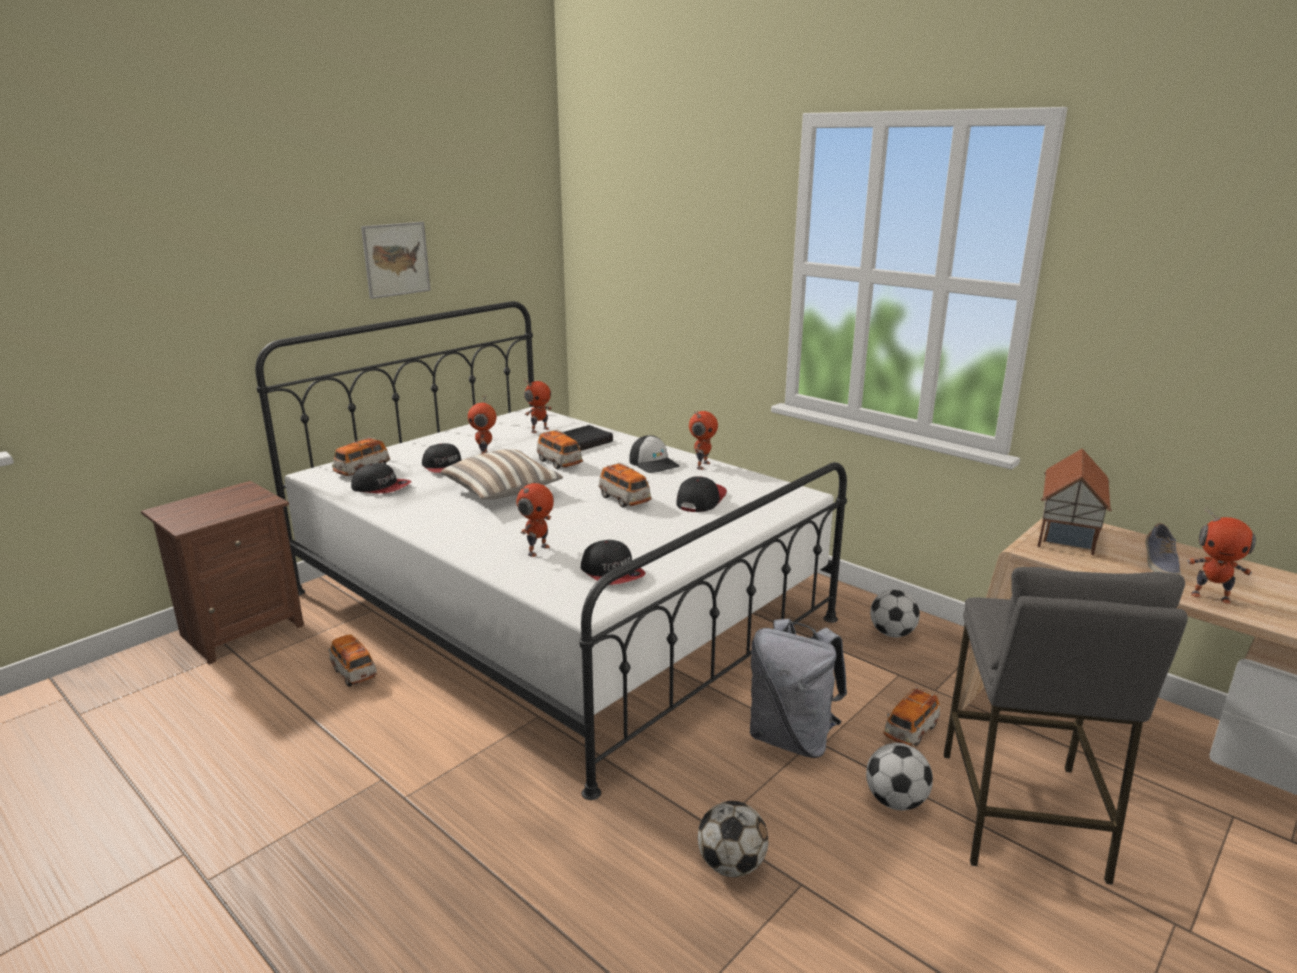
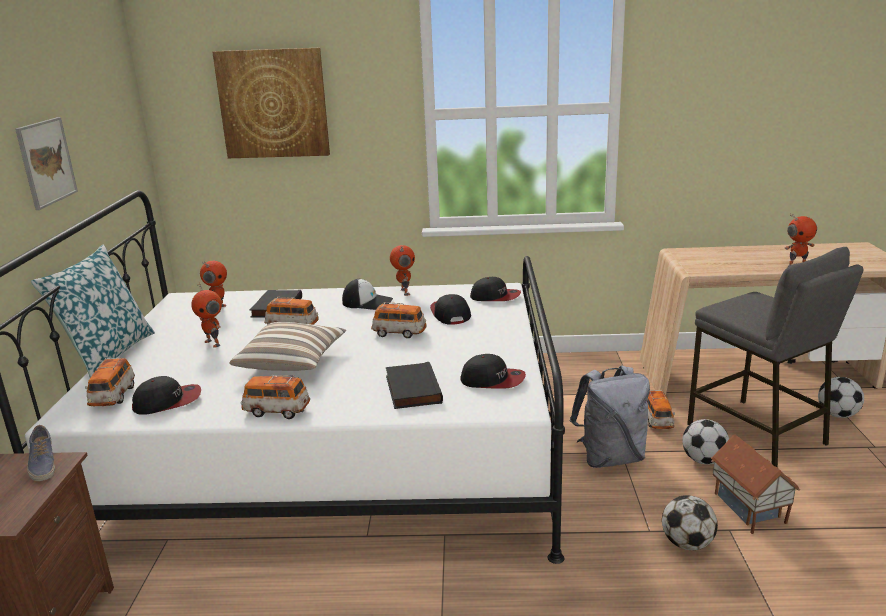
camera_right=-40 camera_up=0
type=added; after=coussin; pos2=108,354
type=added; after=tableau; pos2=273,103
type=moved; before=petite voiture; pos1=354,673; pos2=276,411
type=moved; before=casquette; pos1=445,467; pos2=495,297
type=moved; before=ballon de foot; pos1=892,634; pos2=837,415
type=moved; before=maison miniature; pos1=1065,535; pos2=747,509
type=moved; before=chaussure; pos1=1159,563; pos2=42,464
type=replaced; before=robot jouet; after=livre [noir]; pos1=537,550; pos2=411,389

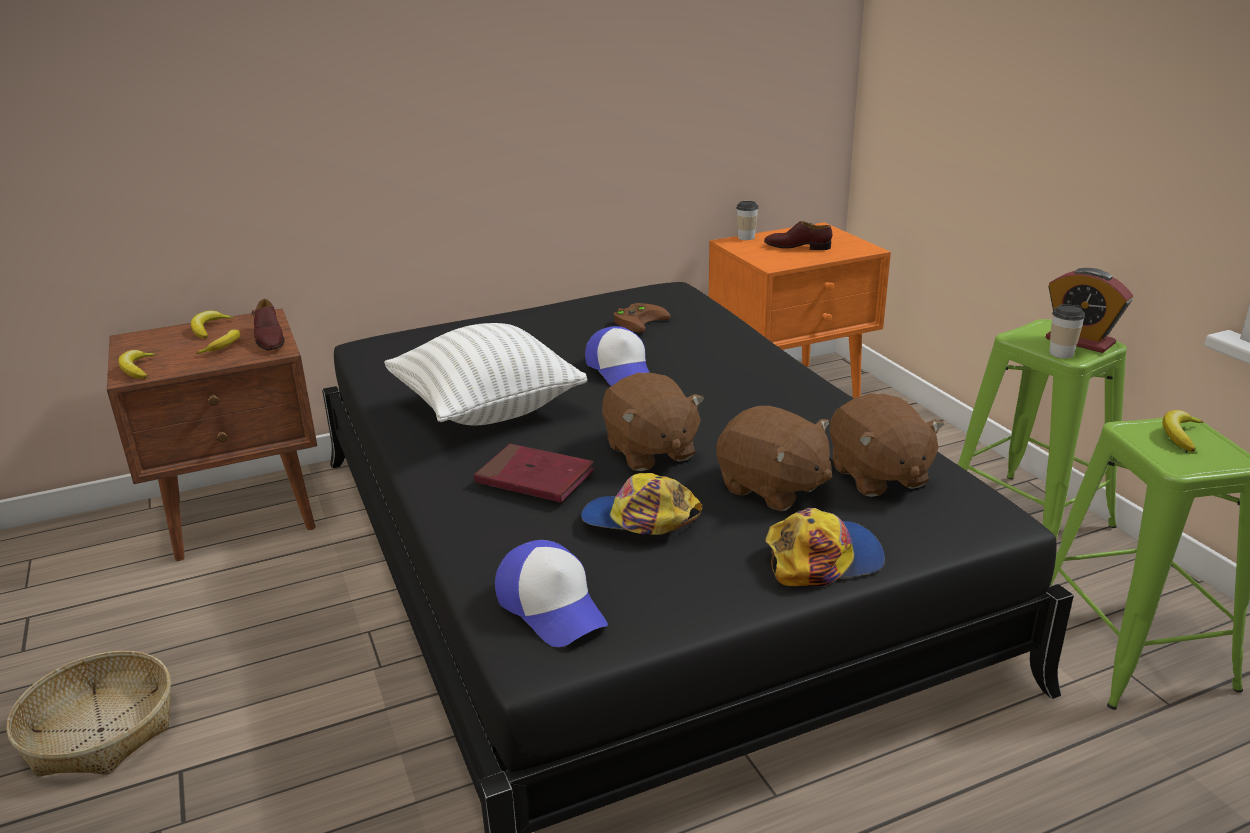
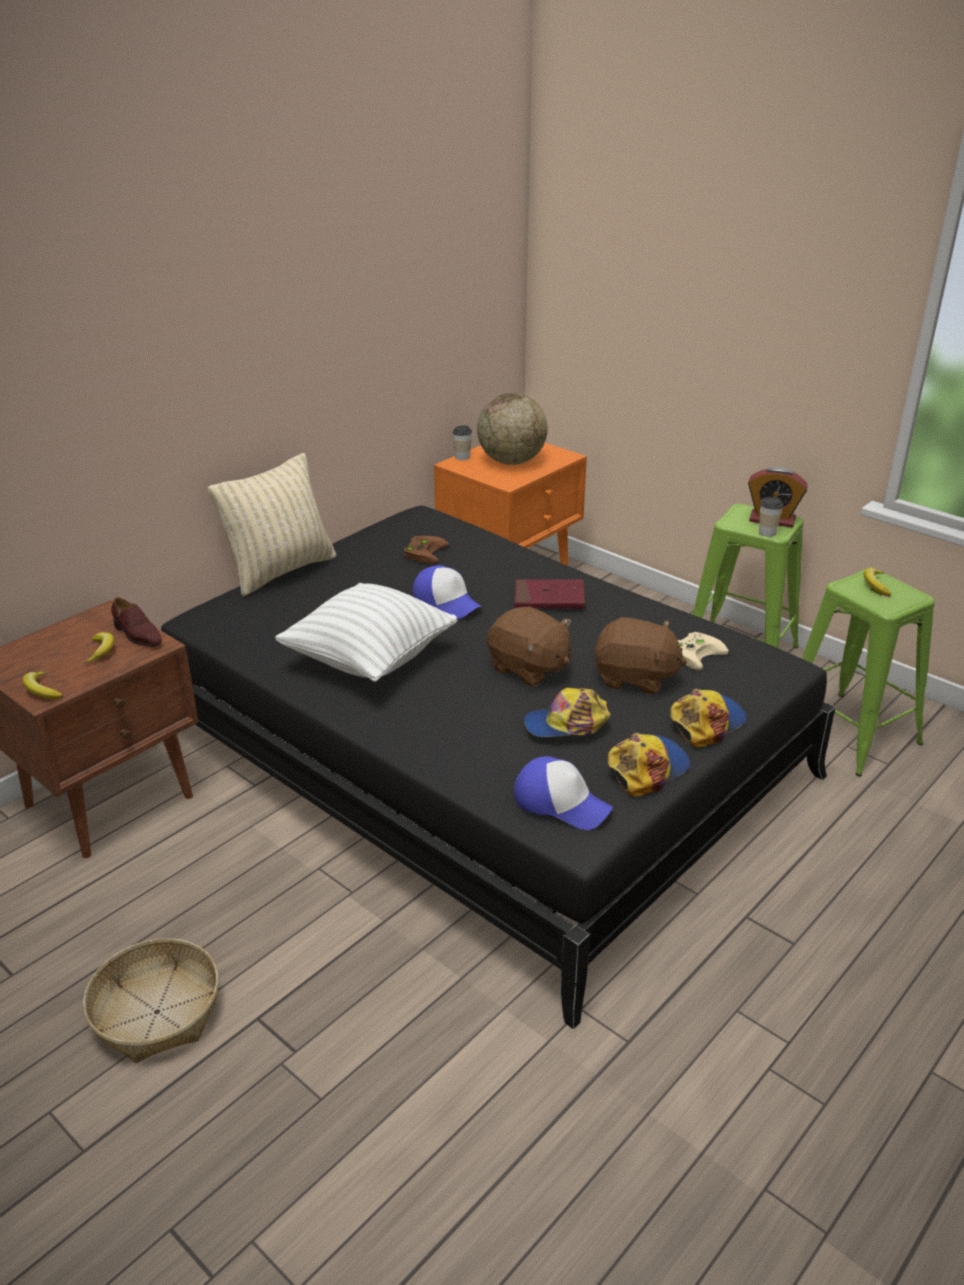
camera_right=-25 camera_up=5
type=removed; before=banane; pos1=209,329
type=added; after=coussin [beige]; pos2=281,571
type=added; after=casquette; pos2=647,768
type=moved; before=livre [rouge]; pos1=535,478; pos2=549,598
type=replaced; before=chaussure [marron]; after=globe; pos1=797,247; pos2=511,461
type=replaced; before=peluche [marron]; after=manette [beige]; pos1=878,476; pos2=696,652

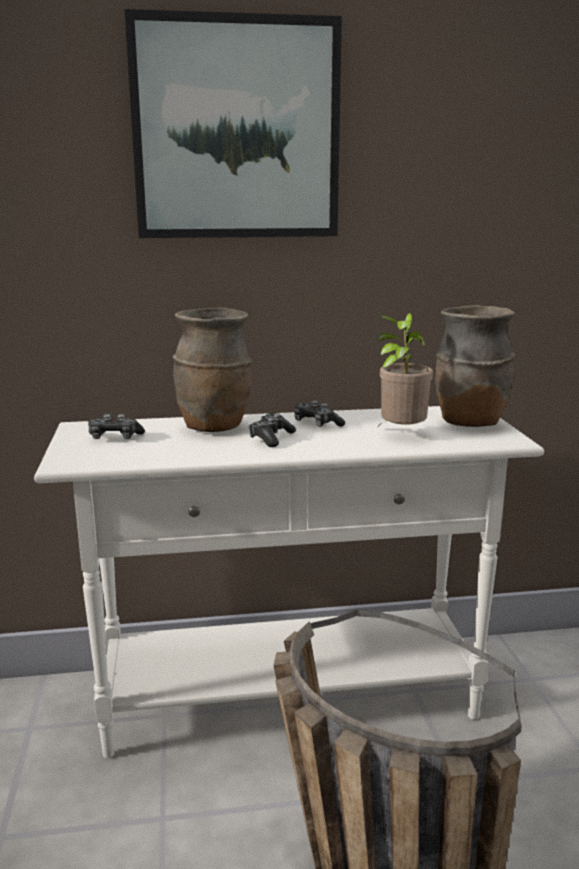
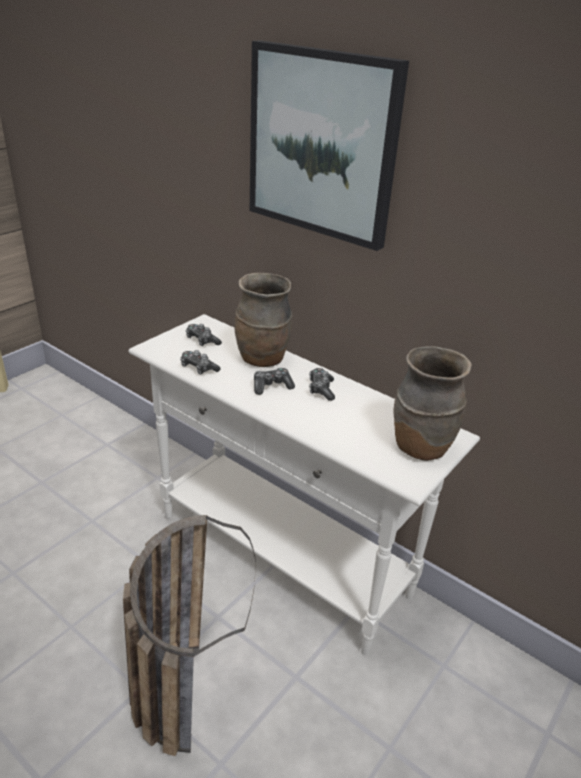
camera_right=45 camera_up=15
type=removed; before=plante en pot; pos1=400,434
type=added; after=manette; pos2=198,368

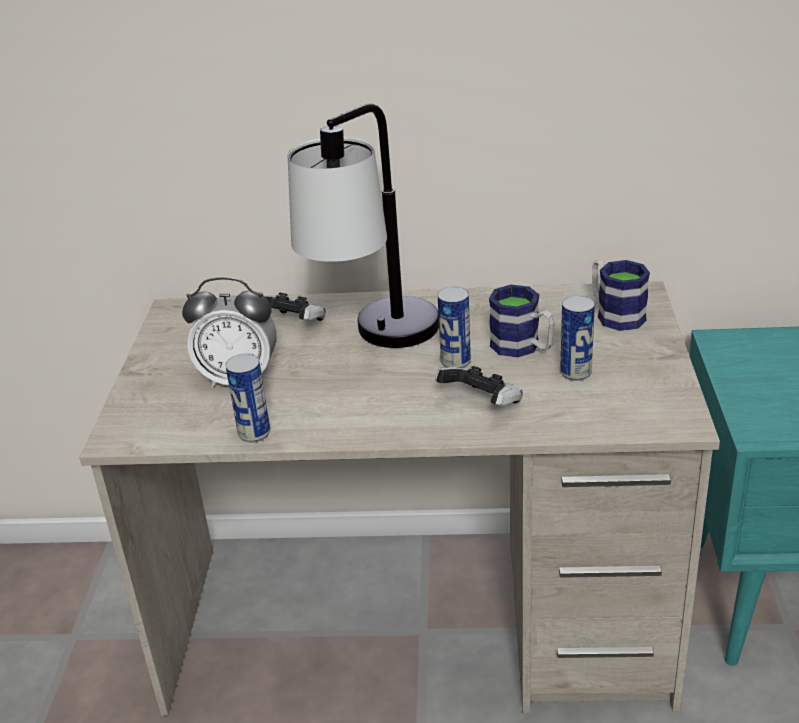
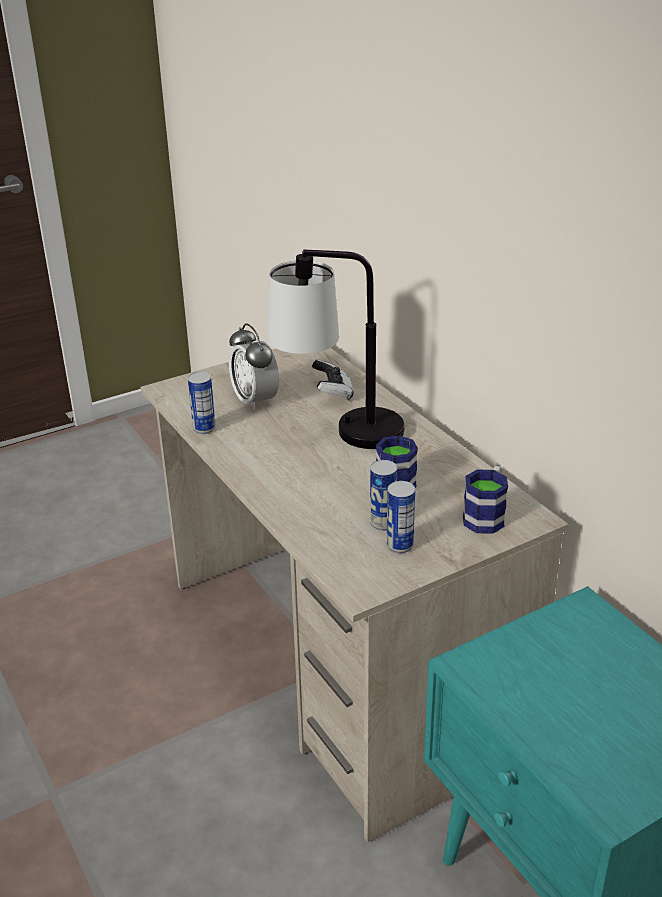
camera_right=55 camera_up=0
type=removed; before=manette; pos1=482,404
type=moved; before=boîte métallique; pos1=455,362; pos2=400,546

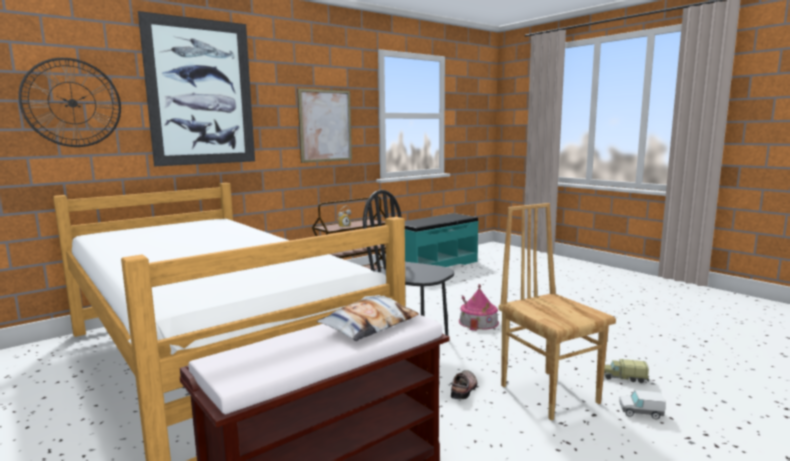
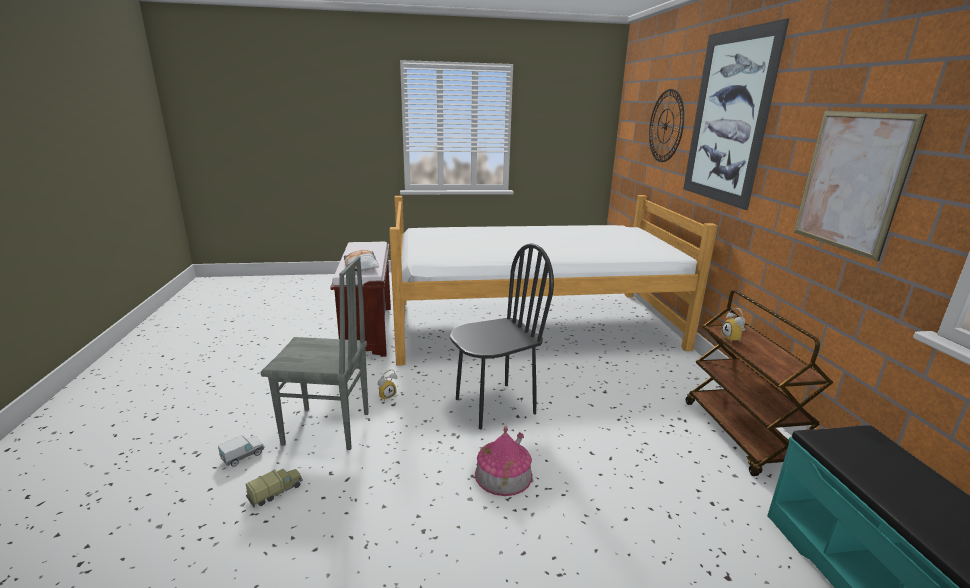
camera_right=120 camera_up=10
type=replaced; before=chaussure; after=réveil; pos1=464,389; pos2=387,395
type=recoloured; before=chaise [marron]; after=chaise [gris]; pos1=549,393; pos2=327,429

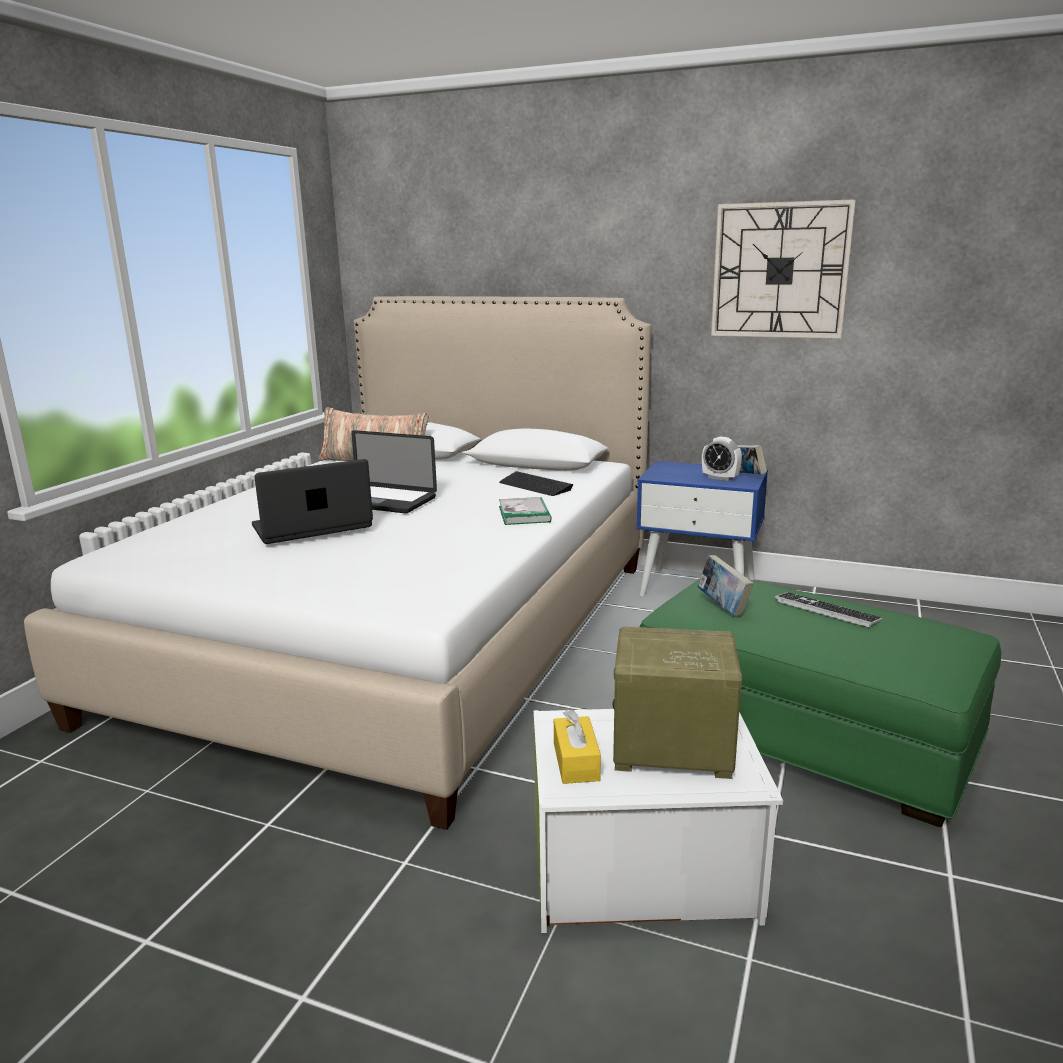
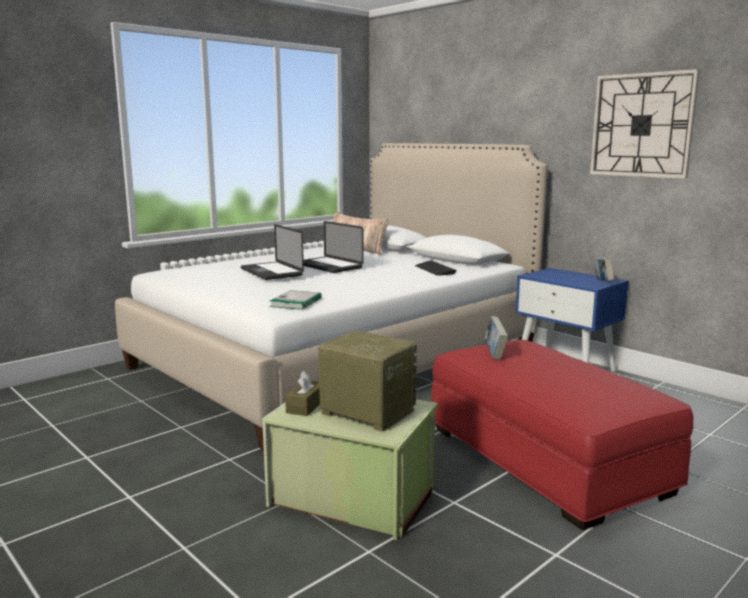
camera_right=25 camera_up=-5
type=removed; before=réveil; pos1=720,478
type=removed; before=clavier; pos1=826,611
type=moved; before=livre; pos1=524,514; pos2=296,302
type=recoloured; before=boîte de rangement [blanc]; after=boîte de rangement [vert]; pos1=643,872; pos2=352,497
type=recoloured; before=boîte à mouchoirs [jaune]; after=boîte à mouchoirs [marron]; pos1=576,761; pos2=306,406
type=recoloured; before=pouf [vert]; after=pouf [rouge]; pos1=804,732; pos2=545,459
type=turned; before=ordinateur portable; pos1=312,527; pos2=271,272; turn=-120

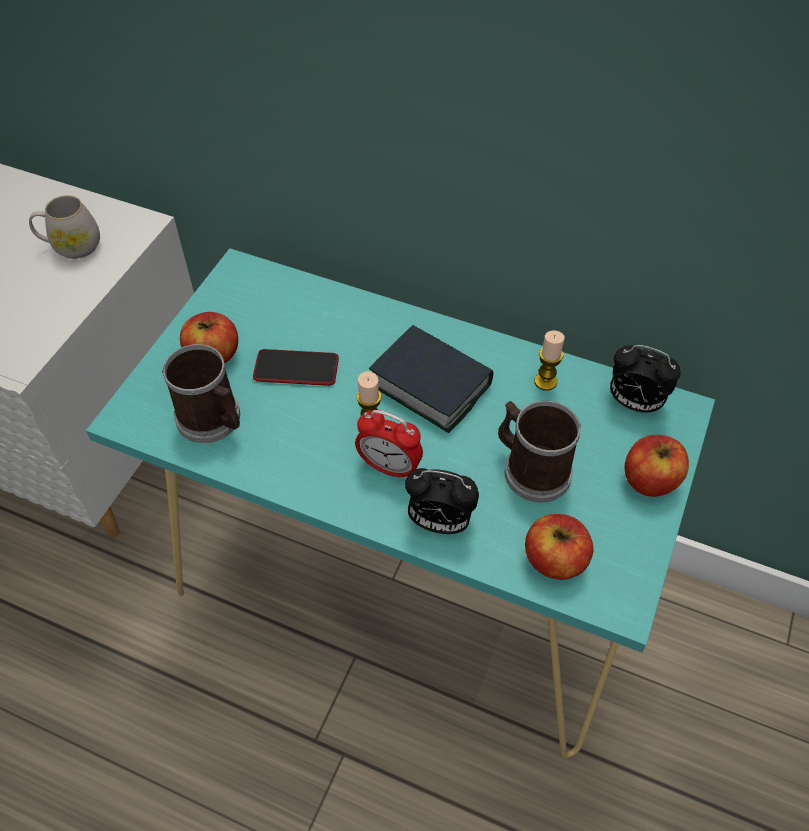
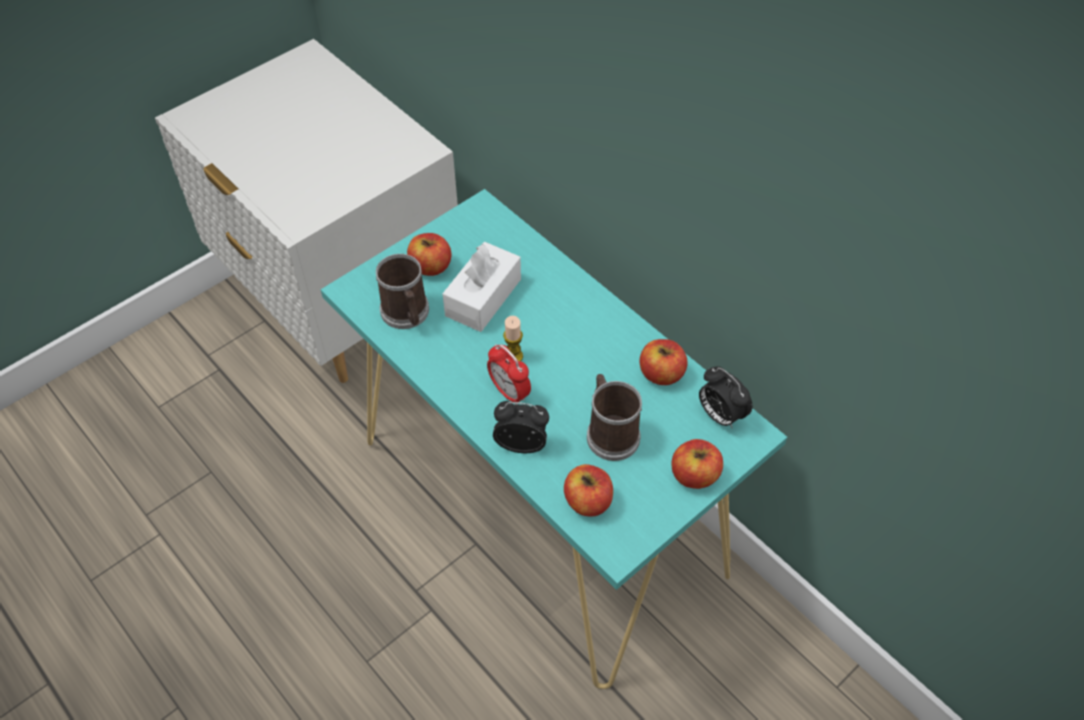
camera_right=25 camera_up=0
type=removed; before=mug [blanc]; pos1=71,246
type=removed; before=livre; pos1=430,384
type=replaced; before=téléphone; after=boîte à mouchoirs [blanc]; pos1=296,368; pos2=483,297
type=replaced; before=bougie; after=pomme; pos1=545,381; pos2=661,374
type=turned; before=réveil; pos1=439,522; pos2=522,443; turn=150

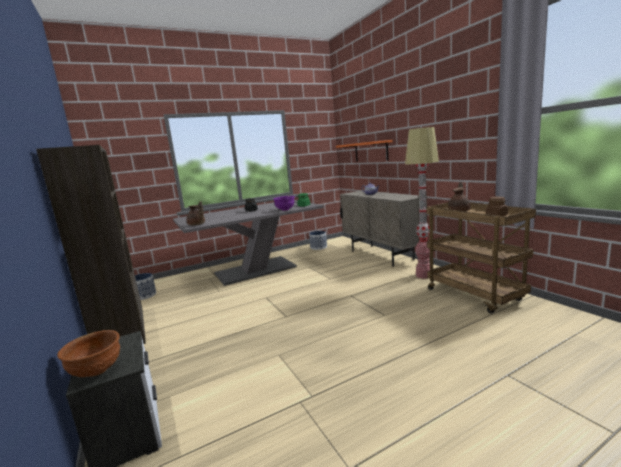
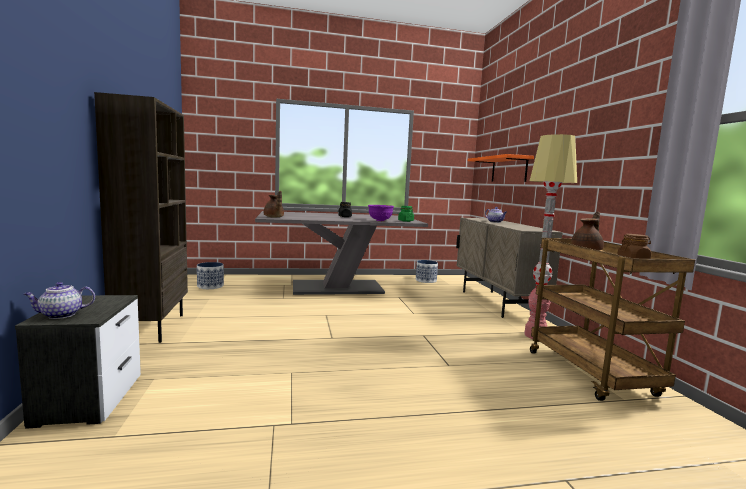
camera_right=15 camera_up=-5
type=replaced; before=bol [marron]; after=théière; pos1=96,371; pos2=60,315

